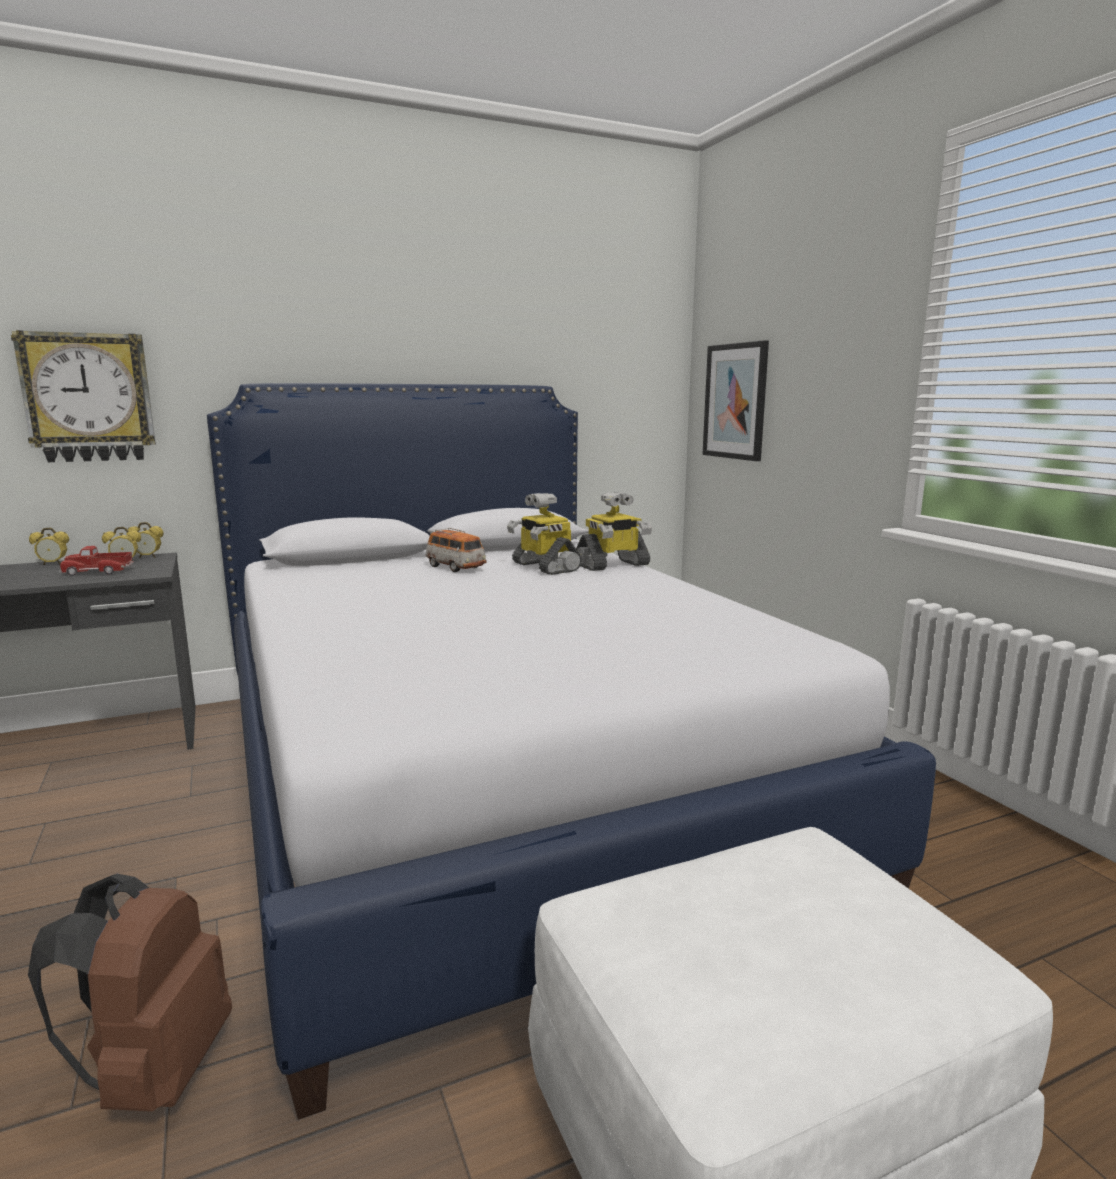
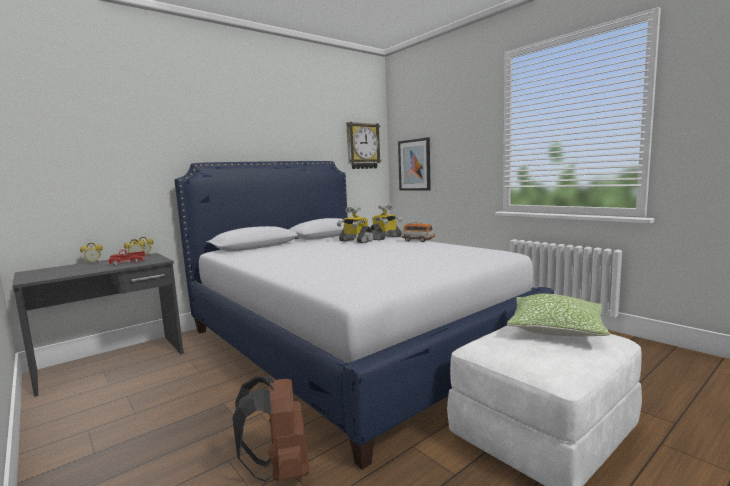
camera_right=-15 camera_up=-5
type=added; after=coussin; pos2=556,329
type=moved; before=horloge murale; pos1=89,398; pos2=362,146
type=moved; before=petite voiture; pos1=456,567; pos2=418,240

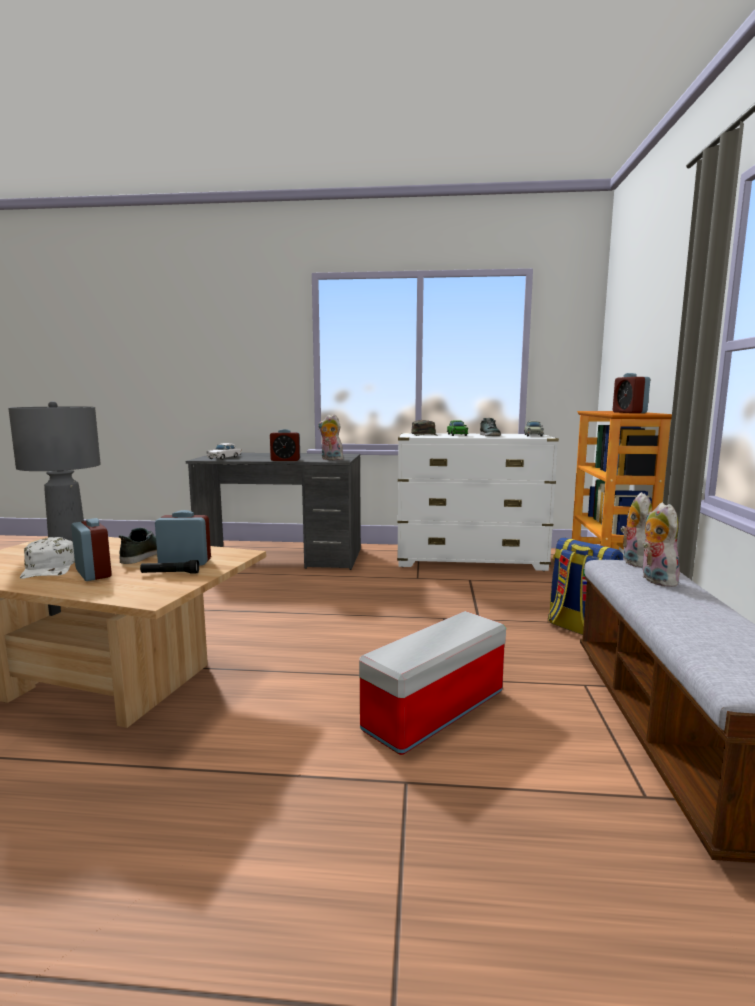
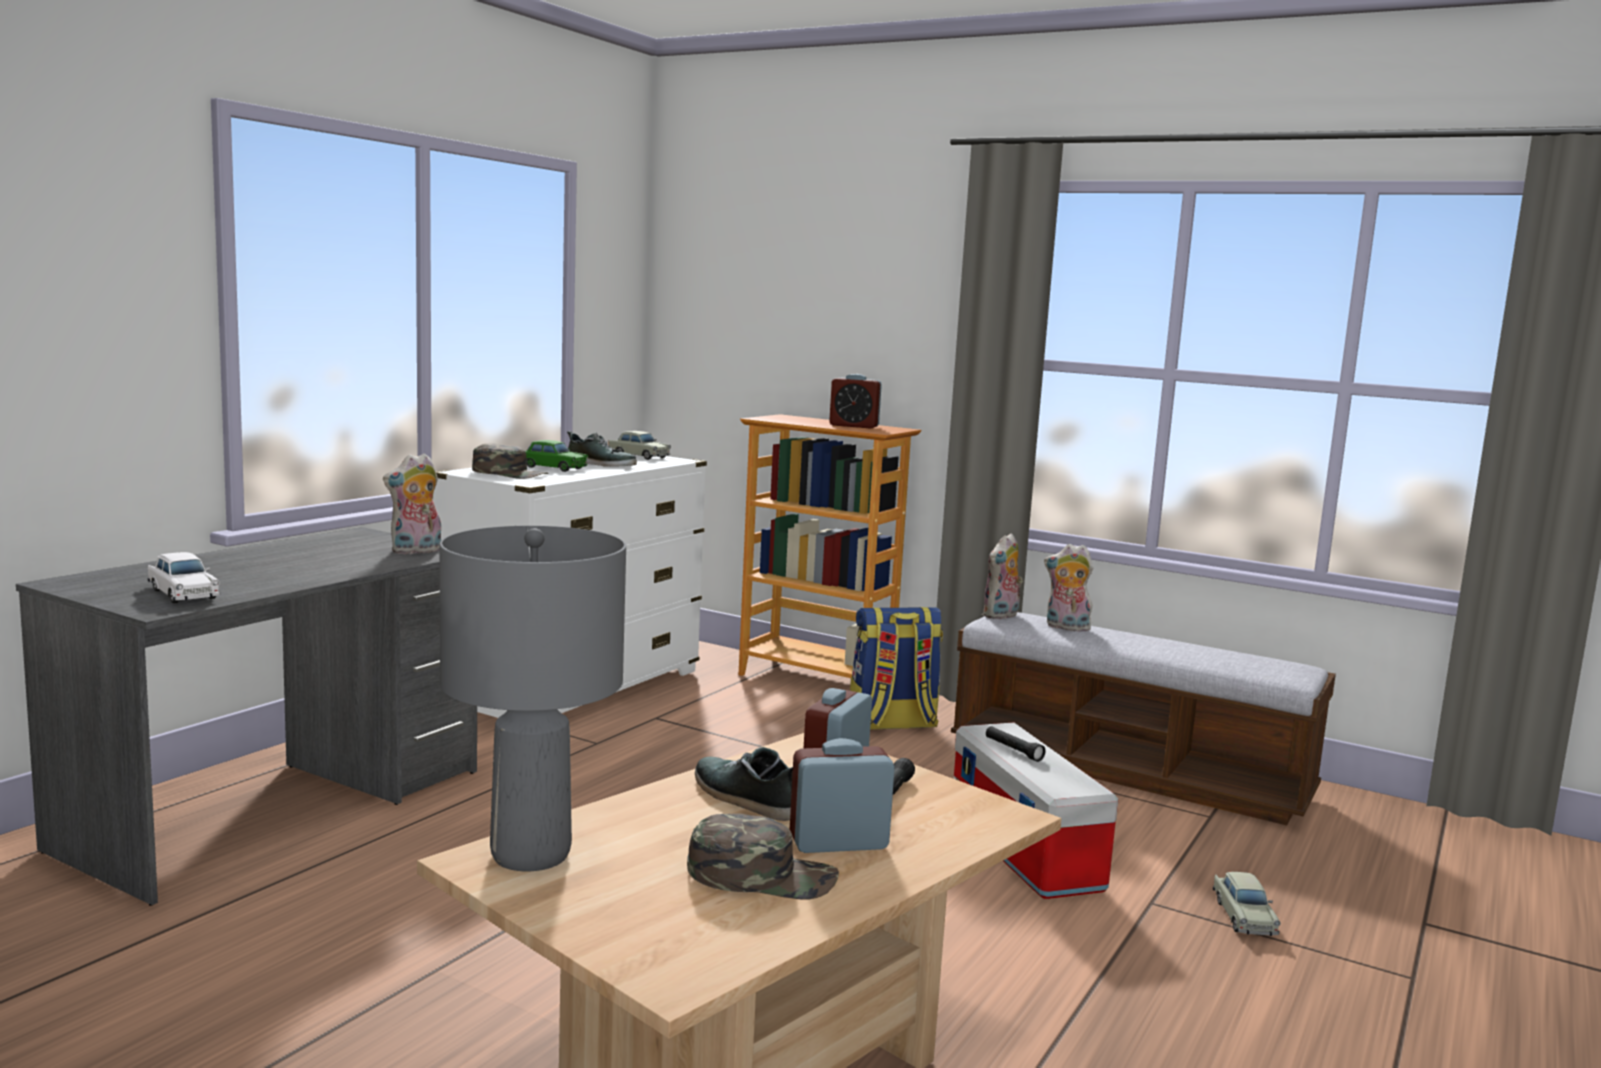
camera_right=-65 camera_up=0
type=removed; before=réveil; pos1=285,460
type=added; after=lampe de poche [noir]; pos2=1013,750
type=added; after=petite voiture [beige]; pos2=1243,916
type=recoloured; before=casquette [blanc]; after=casquette [vert]; pos1=49,568; pos2=762,875
type=turned; before=peluche; pos1=634,562; pos2=1001,616; turn=-90

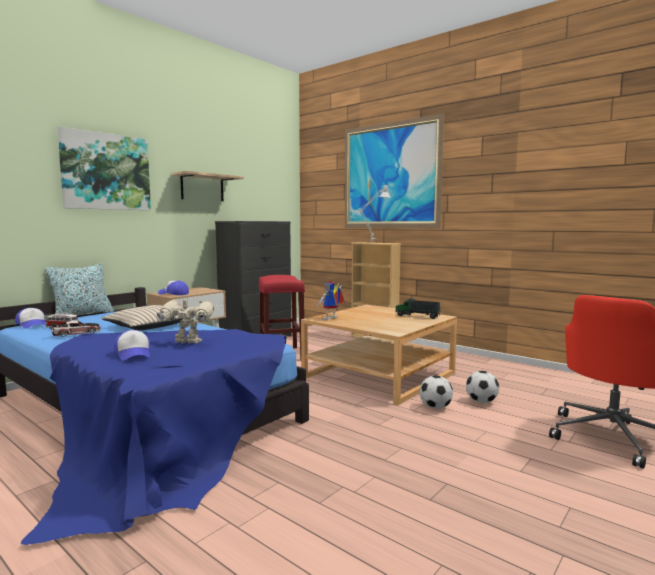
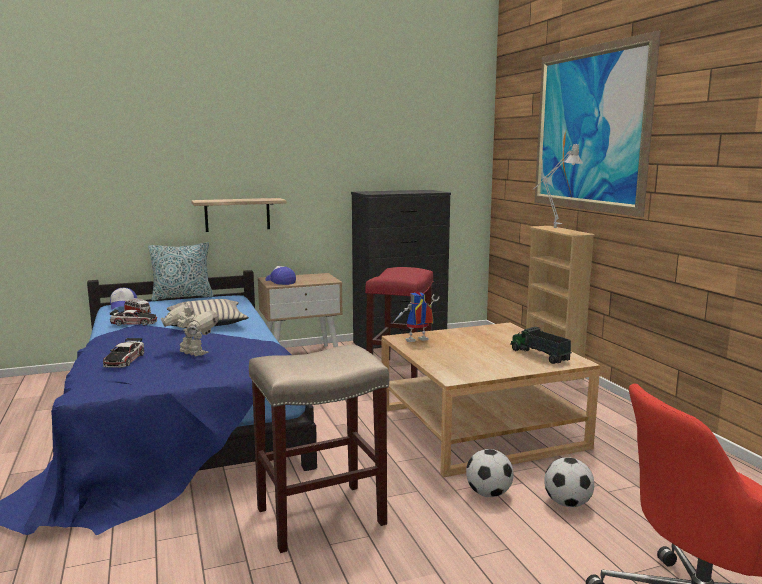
camera_right=30 camera_up=5
type=removed; before=tableau; pos1=106,172
type=added; after=tabouret [beige]; pos2=322,515
type=moved; before=étagère; pos1=202,187; pos2=237,214
type=replaced; before=casquette; after=petite voiture; pos1=134,354; pos2=124,360

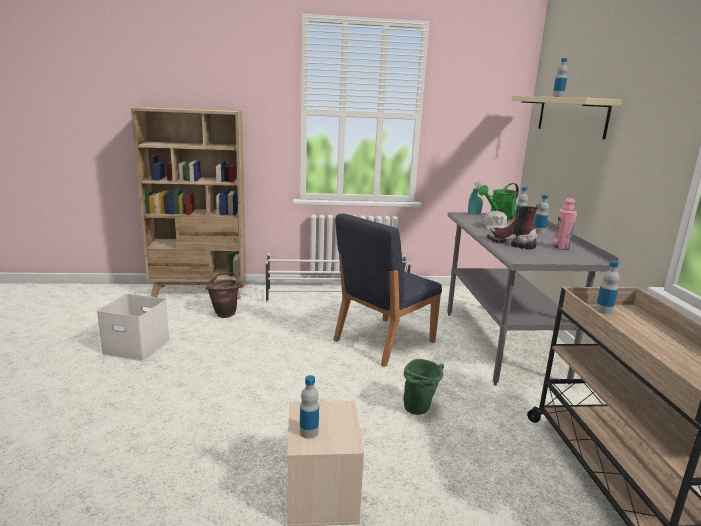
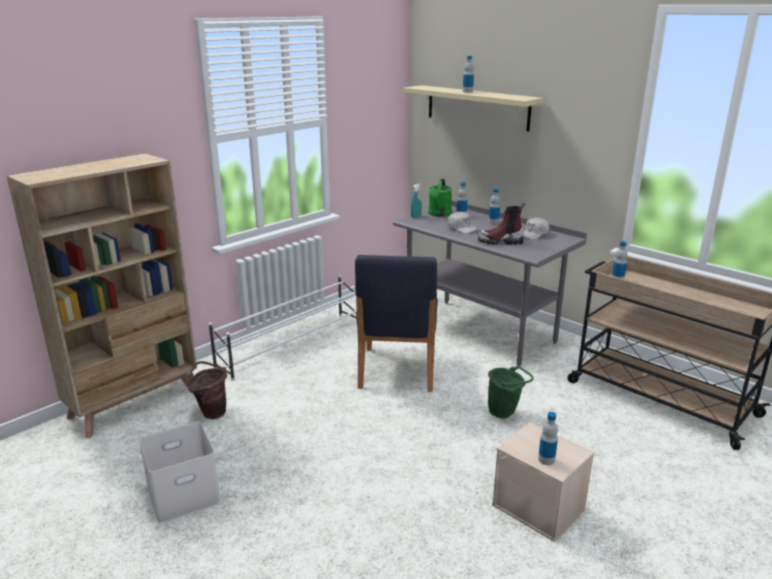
camera_right=-40 camera_up=5
type=replaced; before=bouteille [rose]; after=casquette [blanc]; pos1=561,248; pos2=534,234

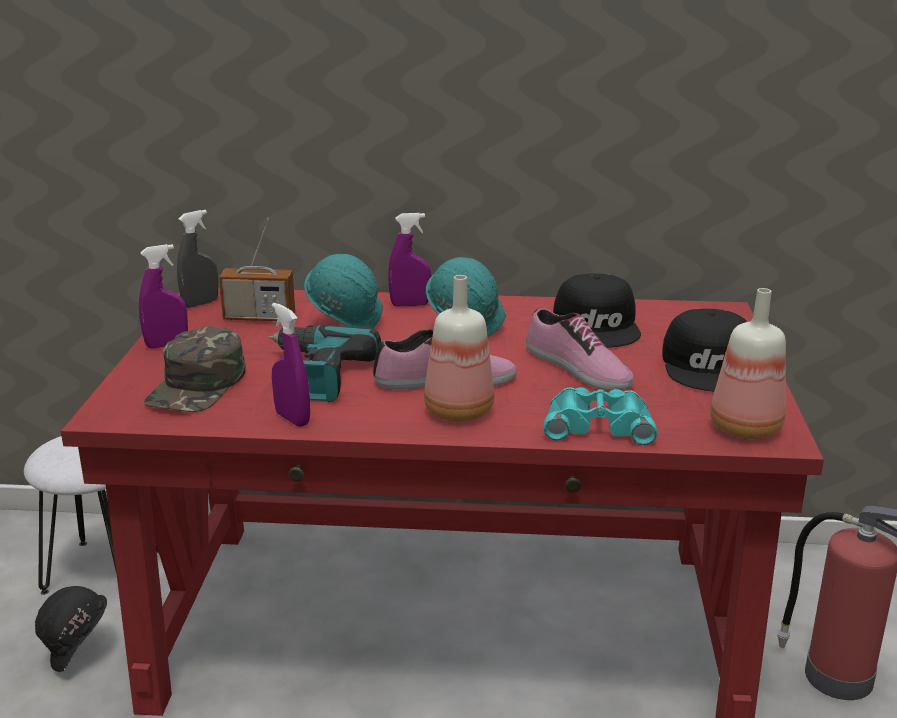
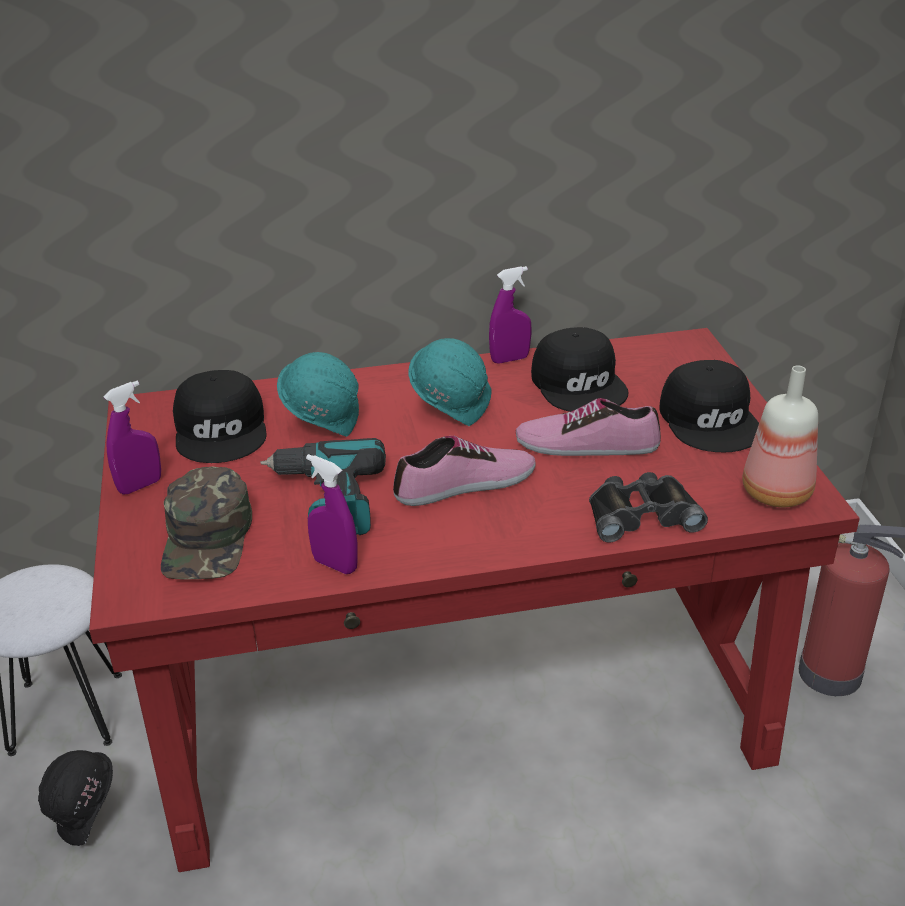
camera_right=-15 camera_up=10
type=removed; before=vaporisateur [gris]; pos1=200,303
type=removed; before=bouteille; pos1=457,412
type=moved; before=vaporisateur [violet]; pos1=410,305; pos2=510,359
type=replaced; before=radio; after=casquette [noir]; pos1=259,318; pos2=222,429
type=recoloured; before=jumelles [turquoise]; after=jumelles [noir]; pos1=598,425; pos2=641,514
type=turned; before=chaussure; pos1=577,368; pos2=587,444; turn=150

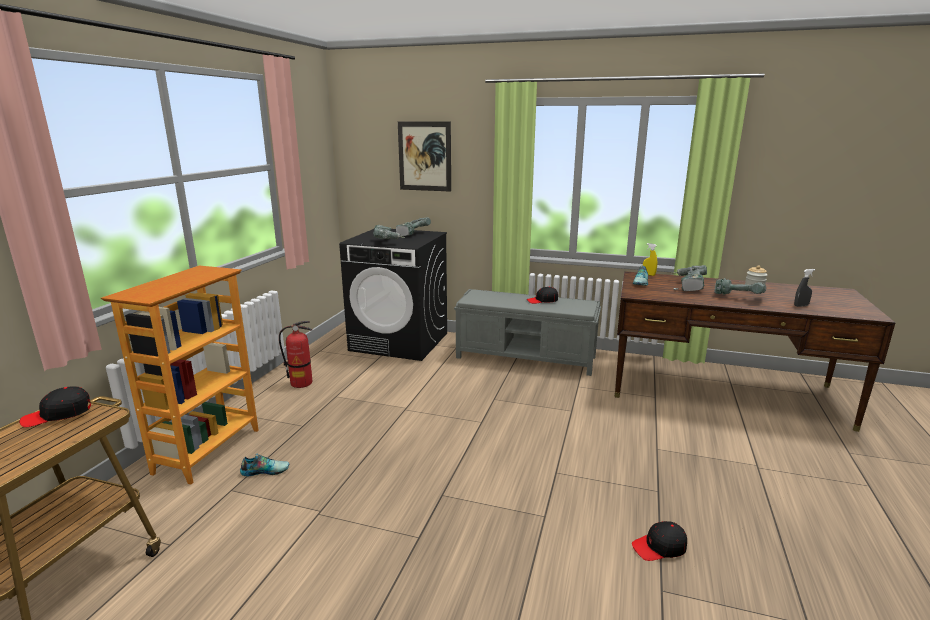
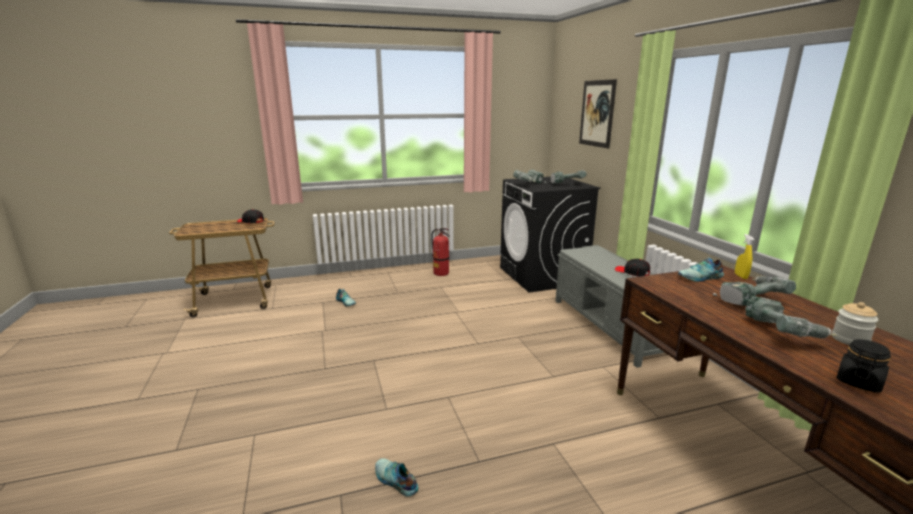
camera_right=55 camera_up=0
type=removed; before=bibliothèque; pos1=207,450
type=replaced; before=casquette [noir]; after=chaussure; pos1=659,547; pos2=395,481
type=replaced; before=vaporisateur [gris]; after=bocal [noir]; pos1=801,306; pos2=858,382

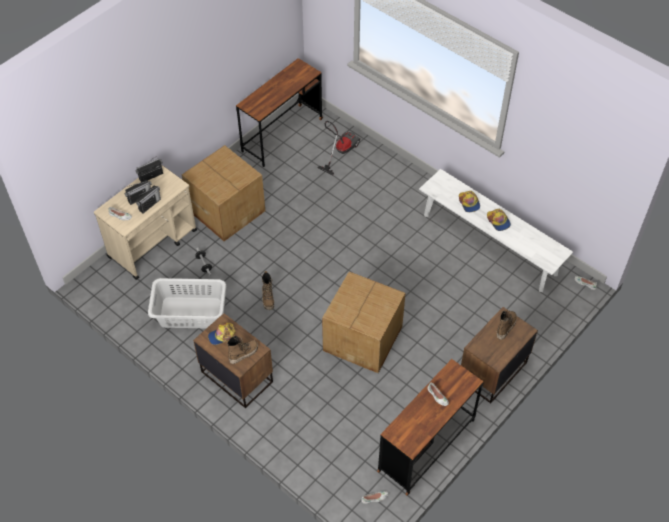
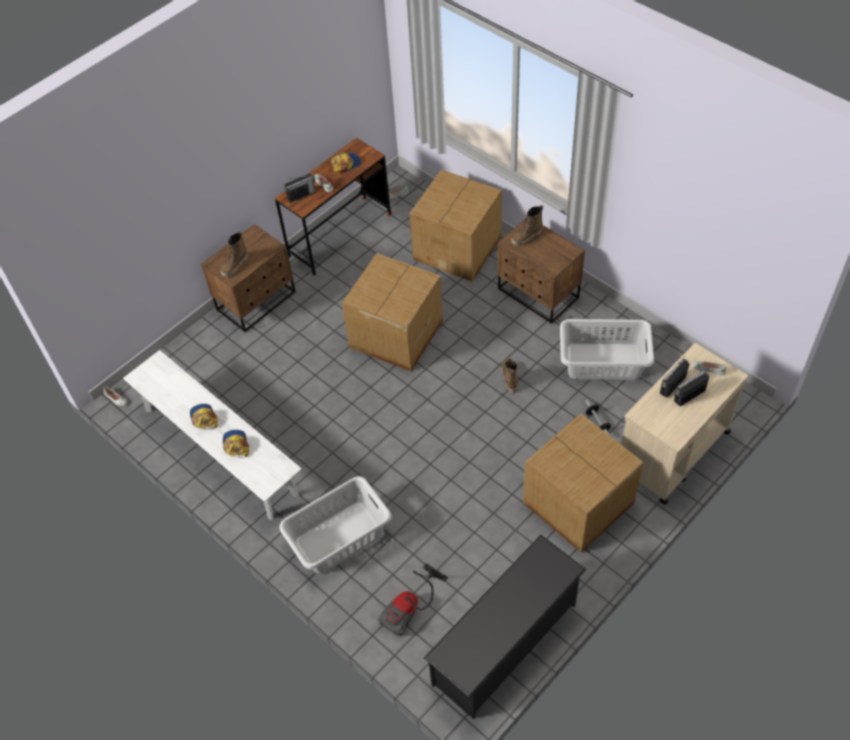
camera_right=-175 camera_up=0
type=added; after=panier à linge [gris]; pos2=338,537
type=added; after=carton; pos2=459,248
type=moved; before=radio; pos1=151,176; pos2=301,195
type=moved; before=casquette; pos1=222,335; pos2=346,164
type=replaced; before=bureau [marron]; after=étagère à chaussures [noir]; pos1=282,135; pos2=505,643

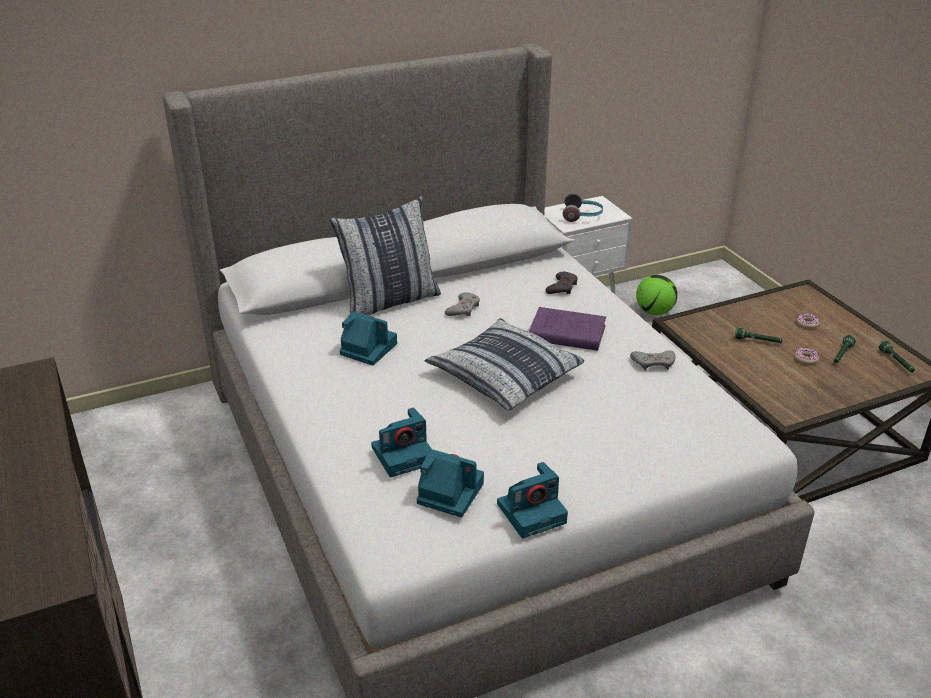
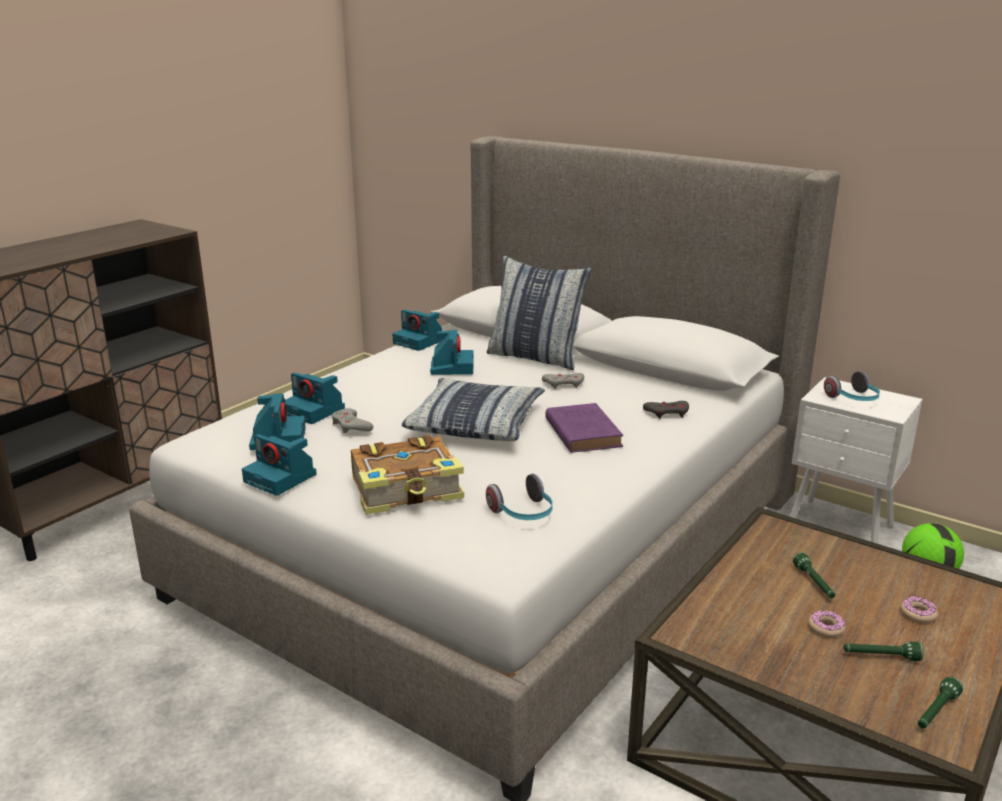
camera_right=60 camera_up=-10
type=added; after=livre; pos2=408,490
type=added; after=appareil photo; pos2=419,342
type=added; after=casque audio; pos2=523,514
type=moved; before=manette [gris]; pos1=653,363; pos2=351,426

